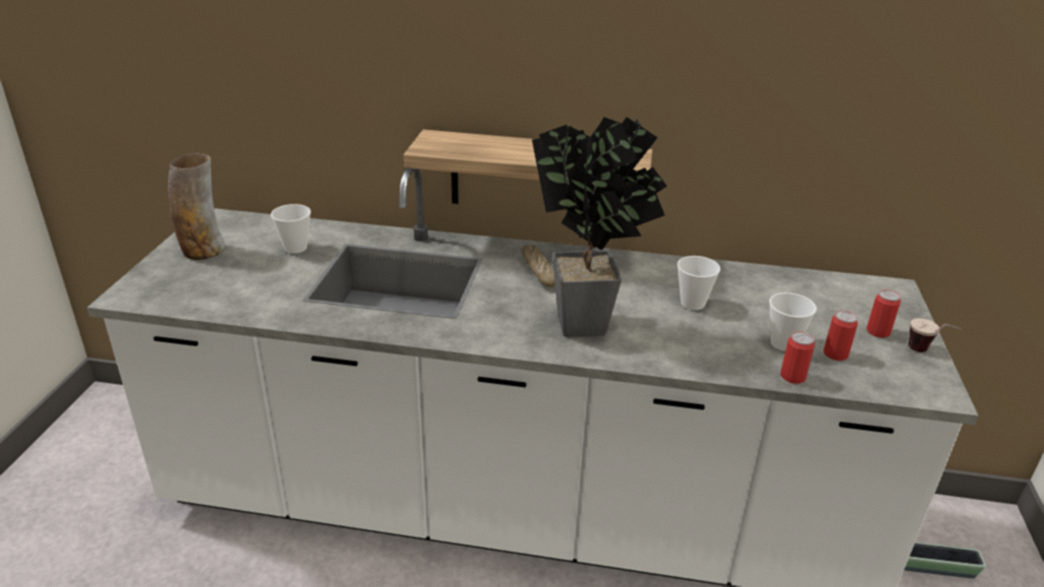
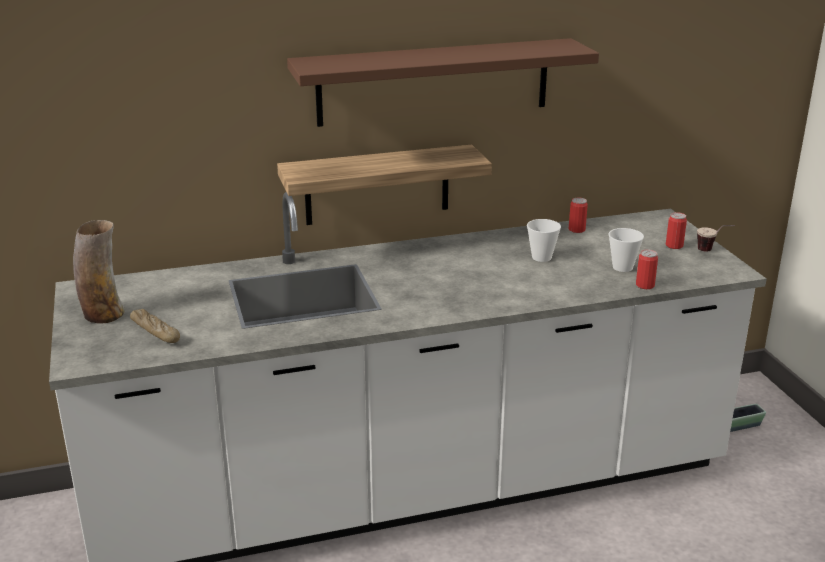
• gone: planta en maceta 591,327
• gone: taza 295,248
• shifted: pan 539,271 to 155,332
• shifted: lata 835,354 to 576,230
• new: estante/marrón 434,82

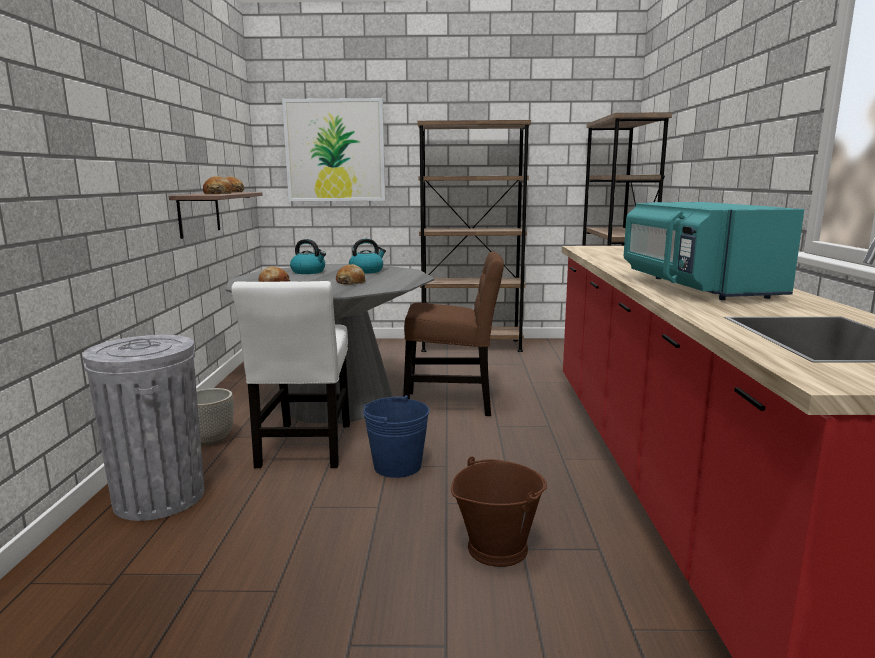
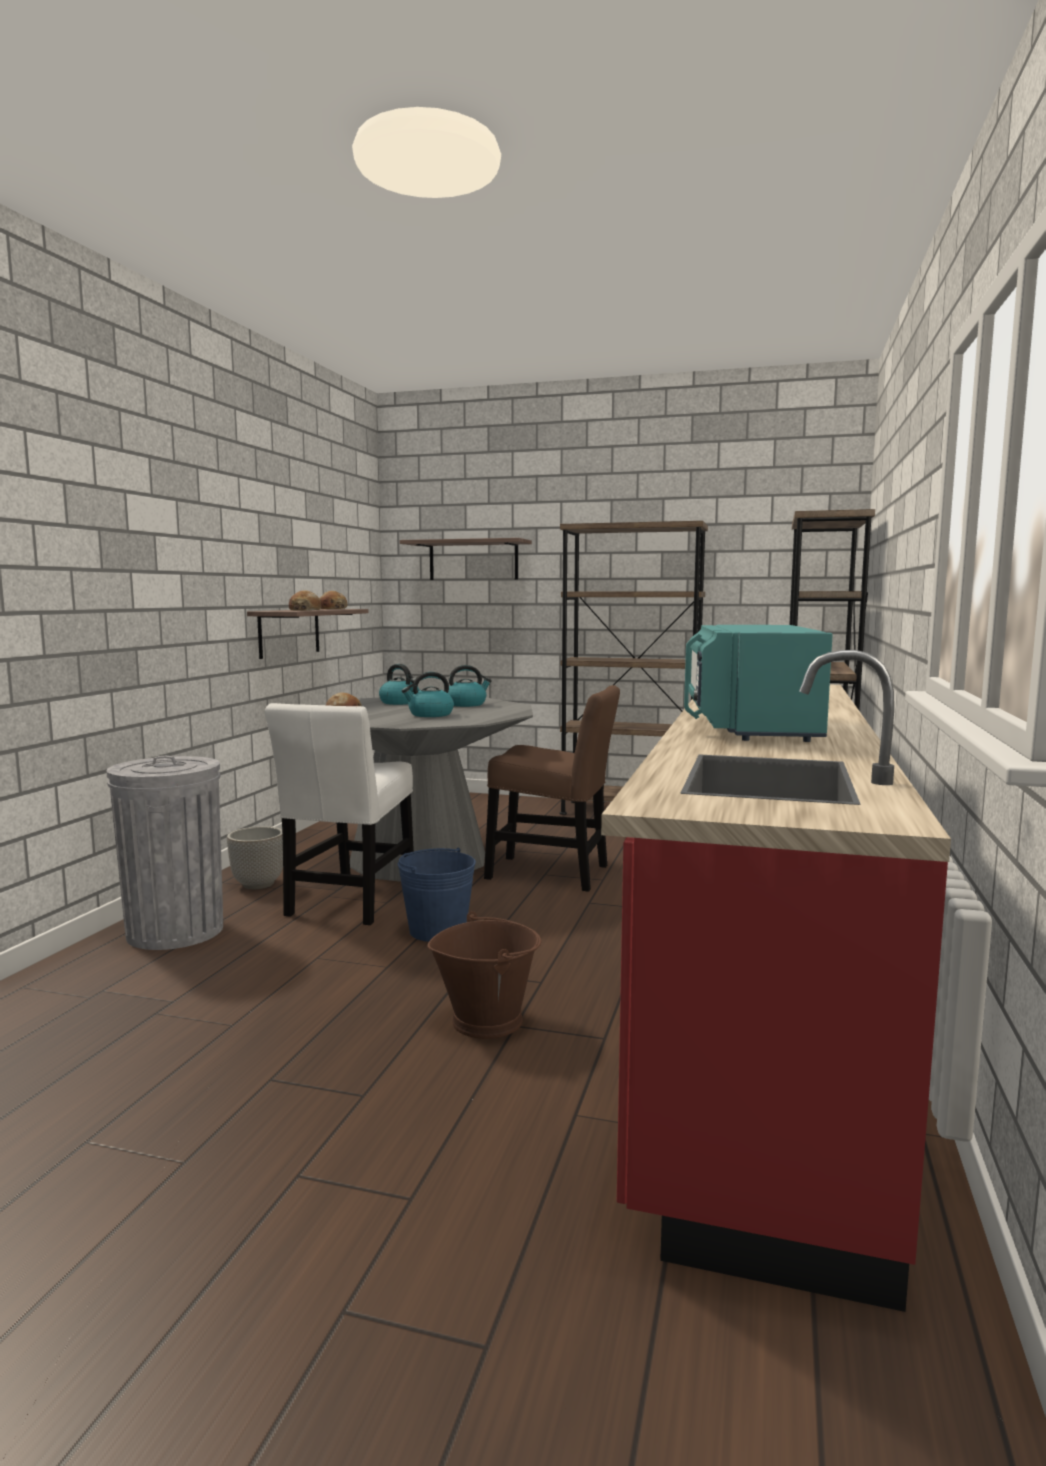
• swapped: cuadro 335,150 to estante 473,560
• swapped: pan 351,282 to hervidor 430,714

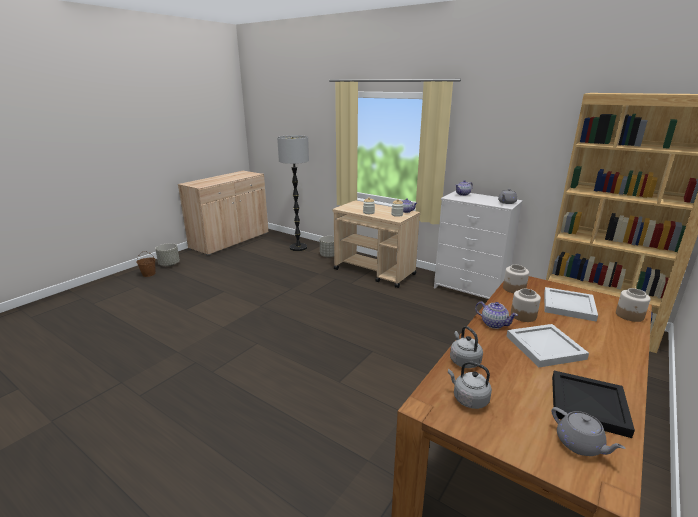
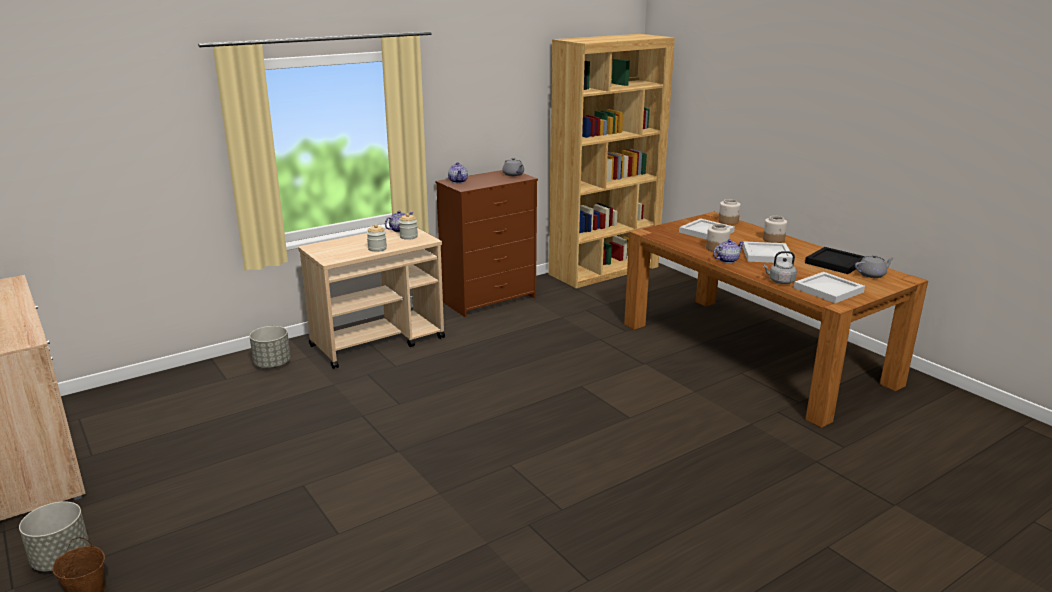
• gone: lámpara de pie 298,248
• repainted: cómoda/blanco 470,290 to cómoda/marrón 489,299
• shifted: tarro 514,289 to 773,239
• swapped: hervidor/gris 468,399 to bandeja/blanco 828,290

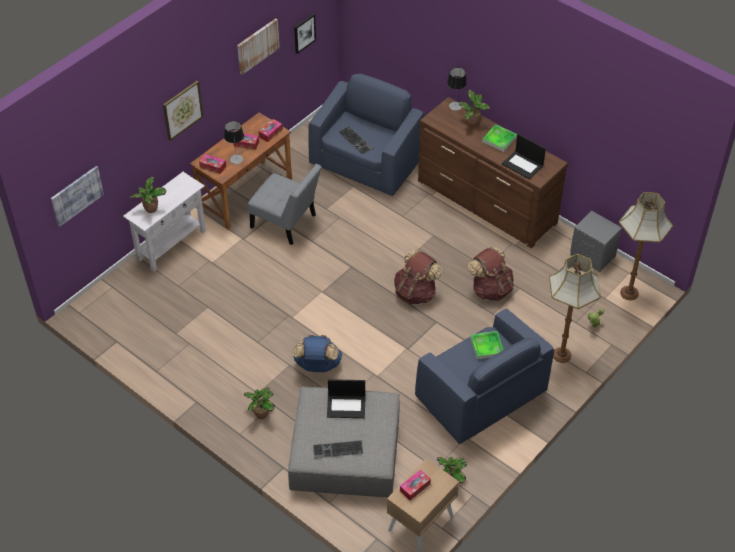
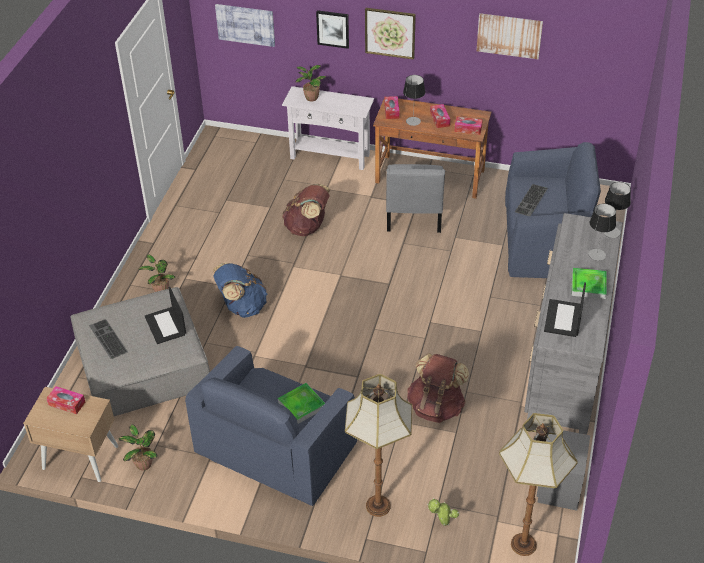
• shifted: cuadro 304,33 to 333,28
• swapped: planta en maceta 472,123 to lámpara de mesa 597,254
• repainted: cómoda/marrón 486,202 to cómoda/gris 567,358
• shifted: mochila/marrón 416,292 to 307,227

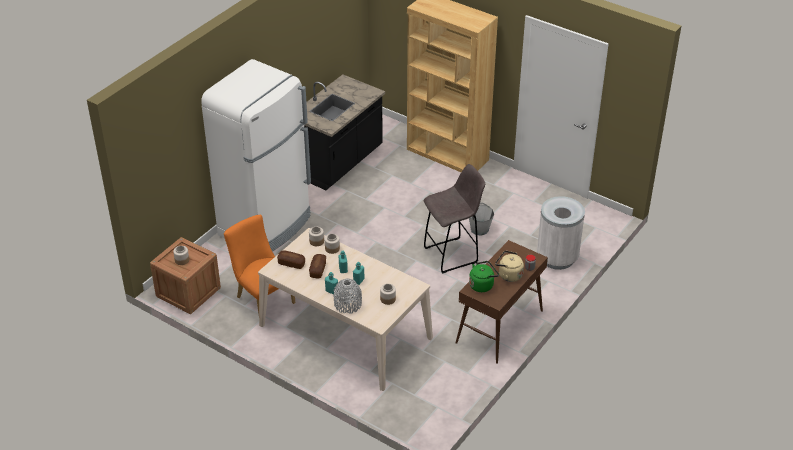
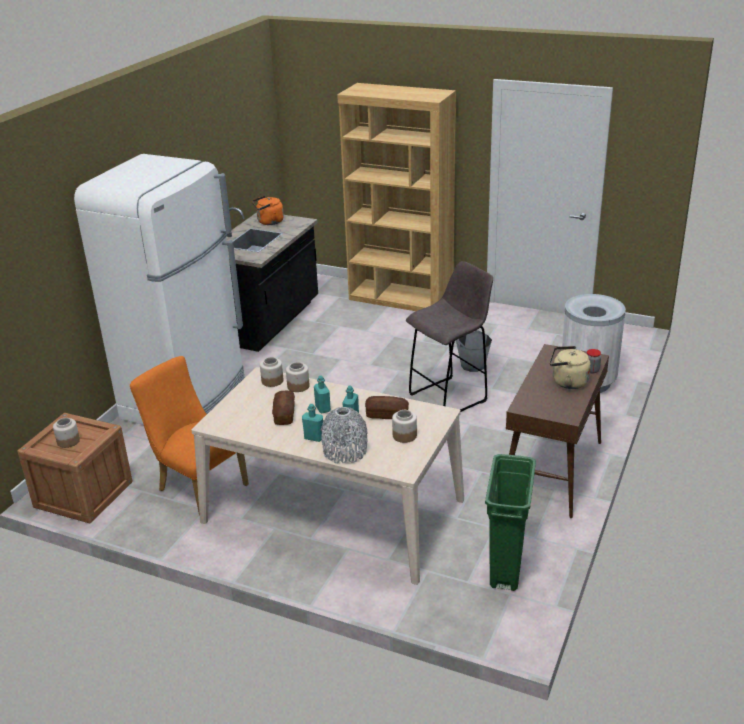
• shifted: pan 291,263 to 387,415
• gone: hervidor/verde 482,285
• new: hervidor/naranja 269,222
• new: papelera/verde 506,568

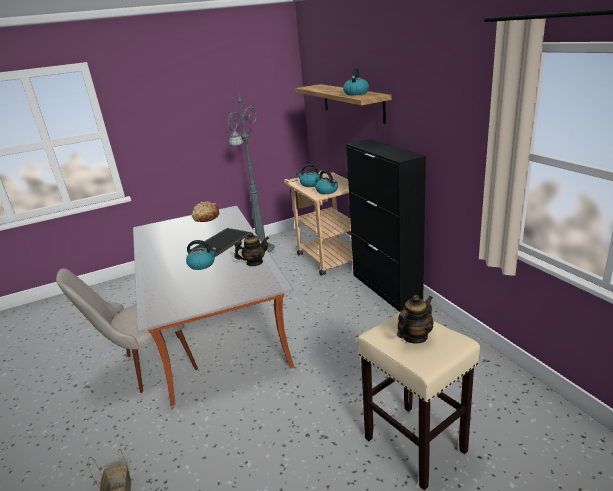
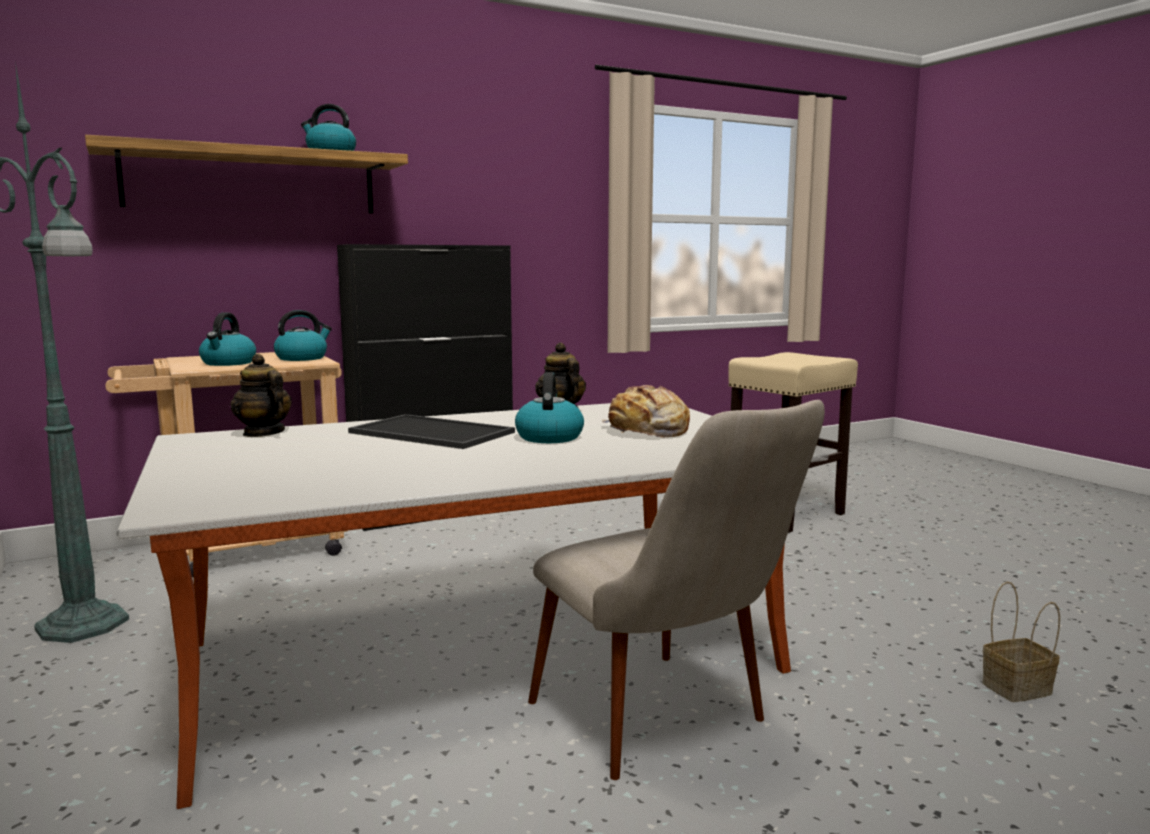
• shifted: pan 206,217 to 647,431
• shifted: tetera 414,336 to 263,433

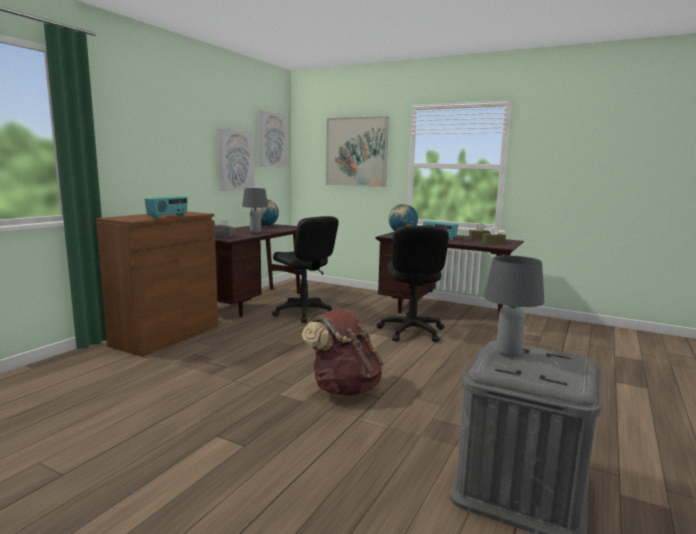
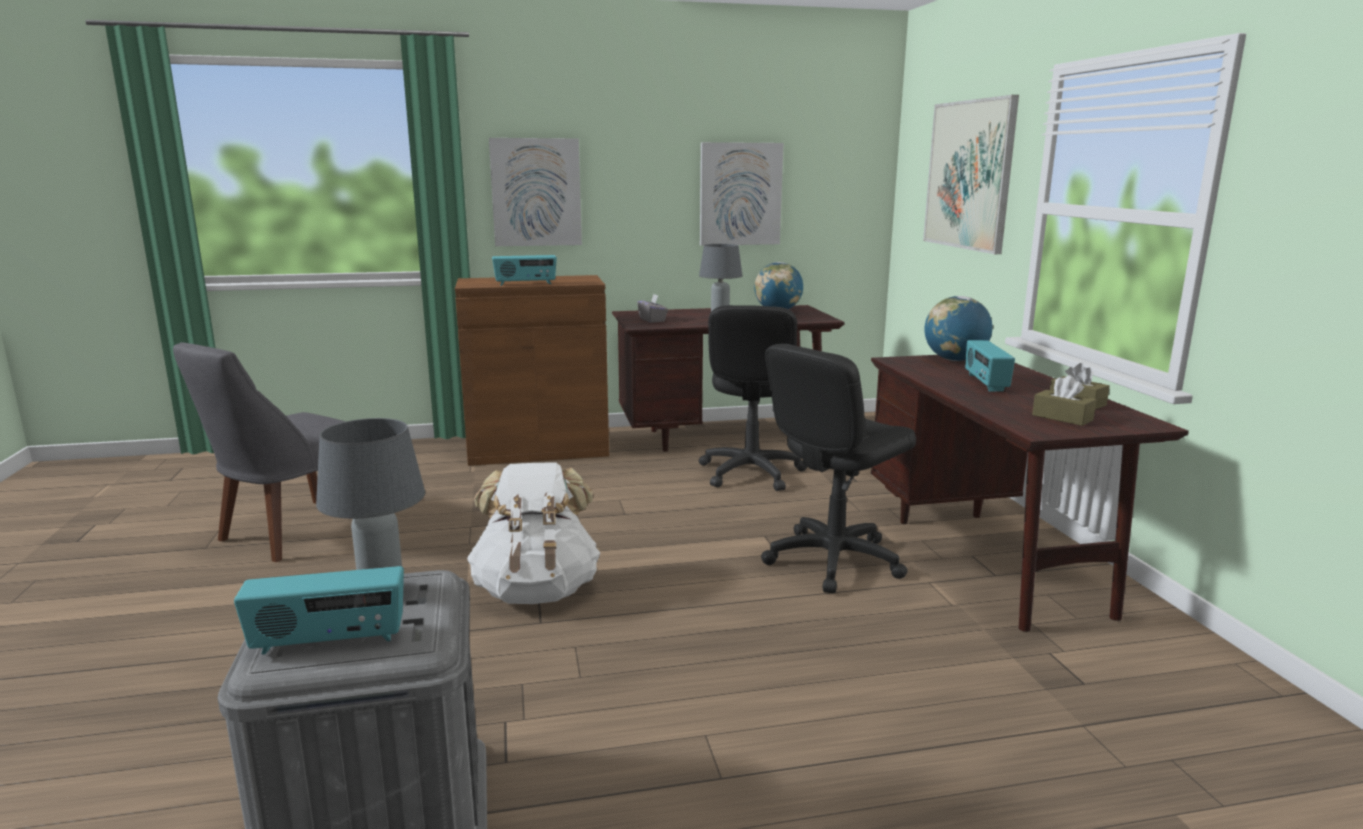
• shifted: cuadro 272,140 to 536,192
• repainted: mochila/marrón 344,388 to mochila/blanco 537,590
• new: silla/gris 292,532
• new: radio 329,641

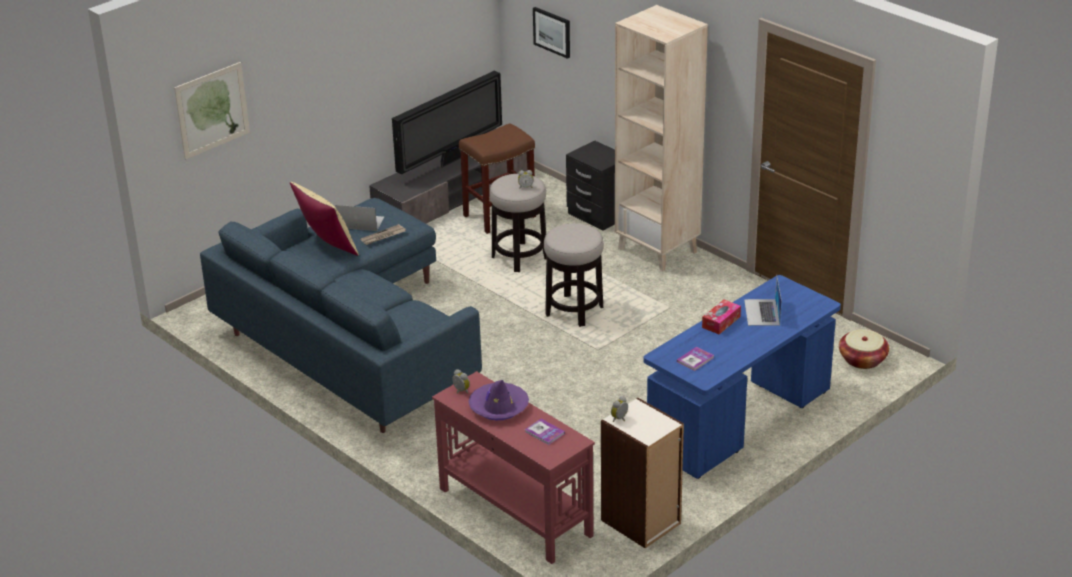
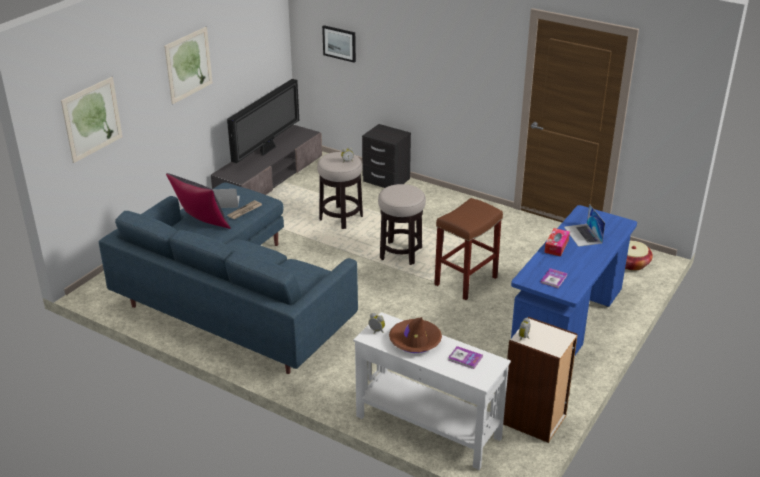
• gone: estantería/beis 658,250
• shifted: taburete/marrón 499,217 to 465,281
• repainted: cojín/beis 327,246 to cojín/negro 201,224
• repainted: mesa consola/rojo 515,511 to mesa consola/blanco 427,426
• repainted: sombrero/morado 498,407 to sombrero/marrón 415,341
• new: cuadro 188,65

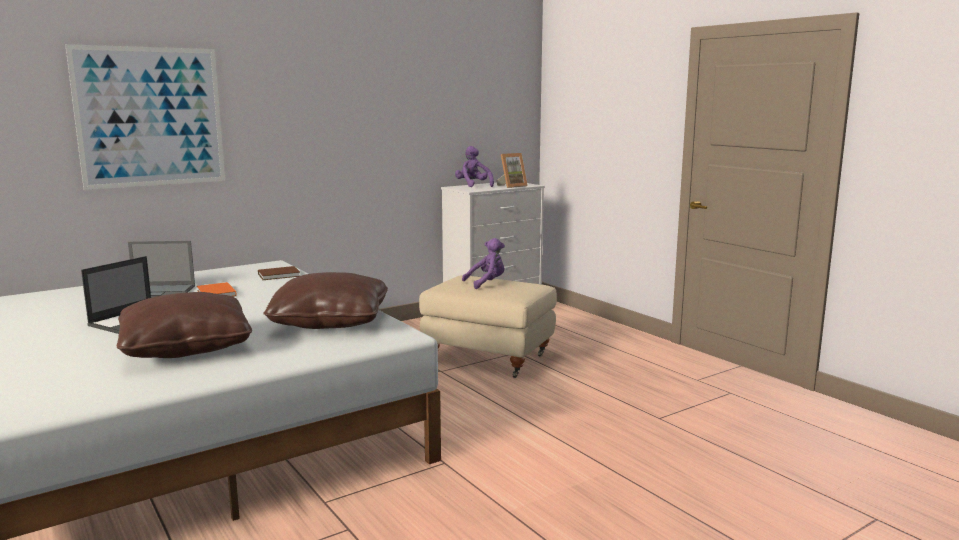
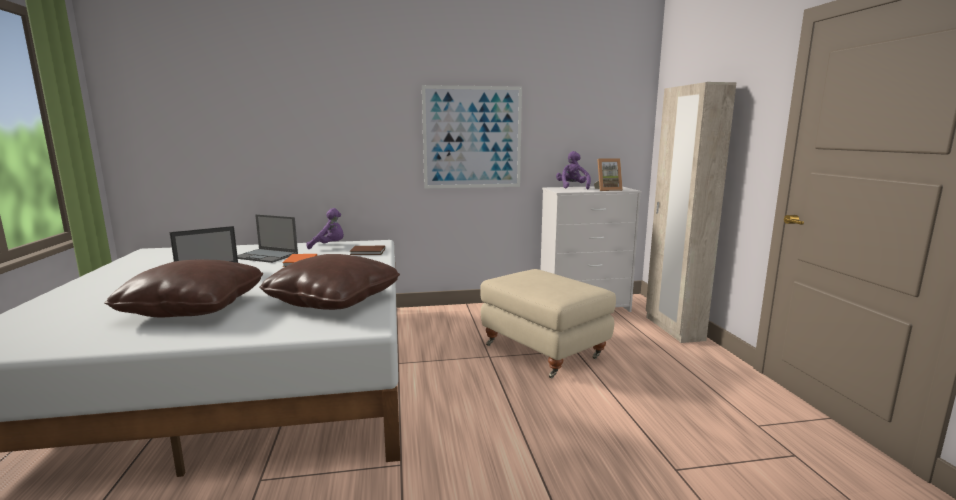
• shifted: cuadro 150,117 to 472,137
• shifted: peluche/morado 487,283 to 329,246
• new: armario ropero/beis 673,328

